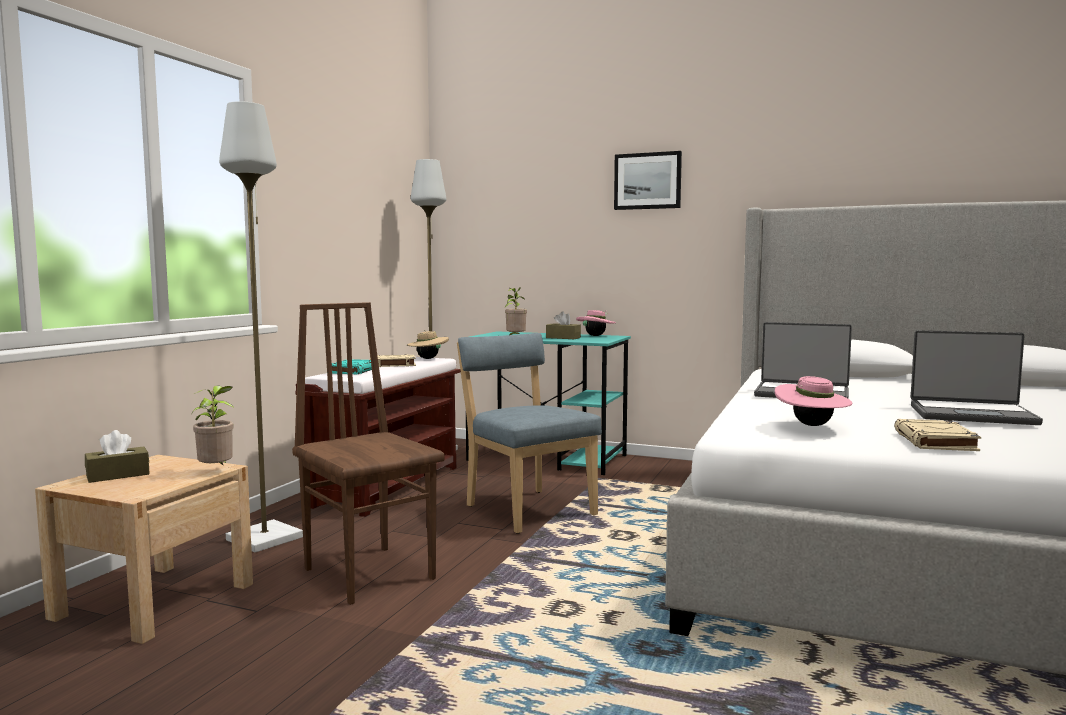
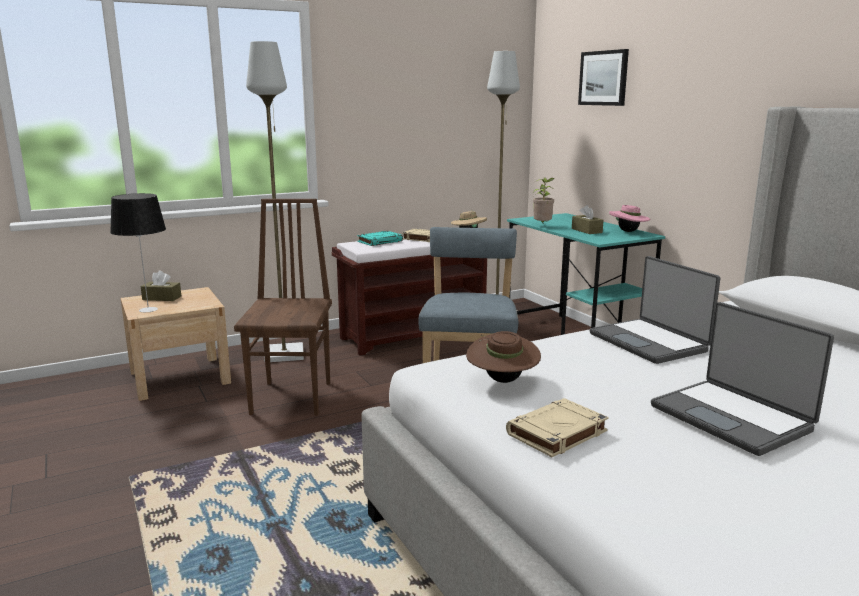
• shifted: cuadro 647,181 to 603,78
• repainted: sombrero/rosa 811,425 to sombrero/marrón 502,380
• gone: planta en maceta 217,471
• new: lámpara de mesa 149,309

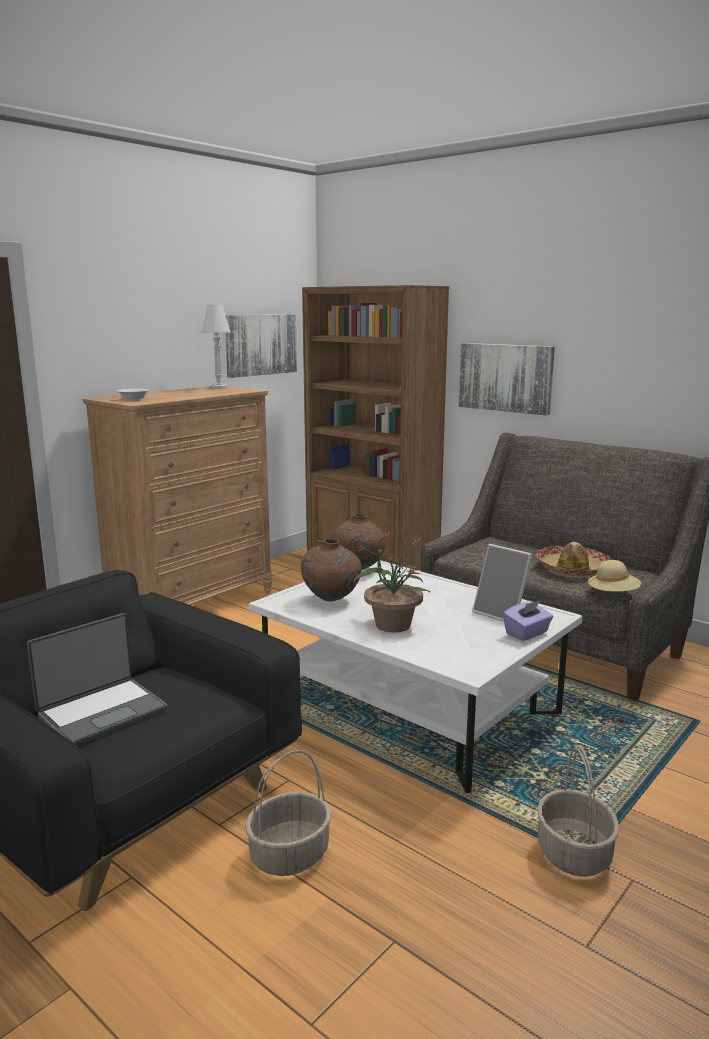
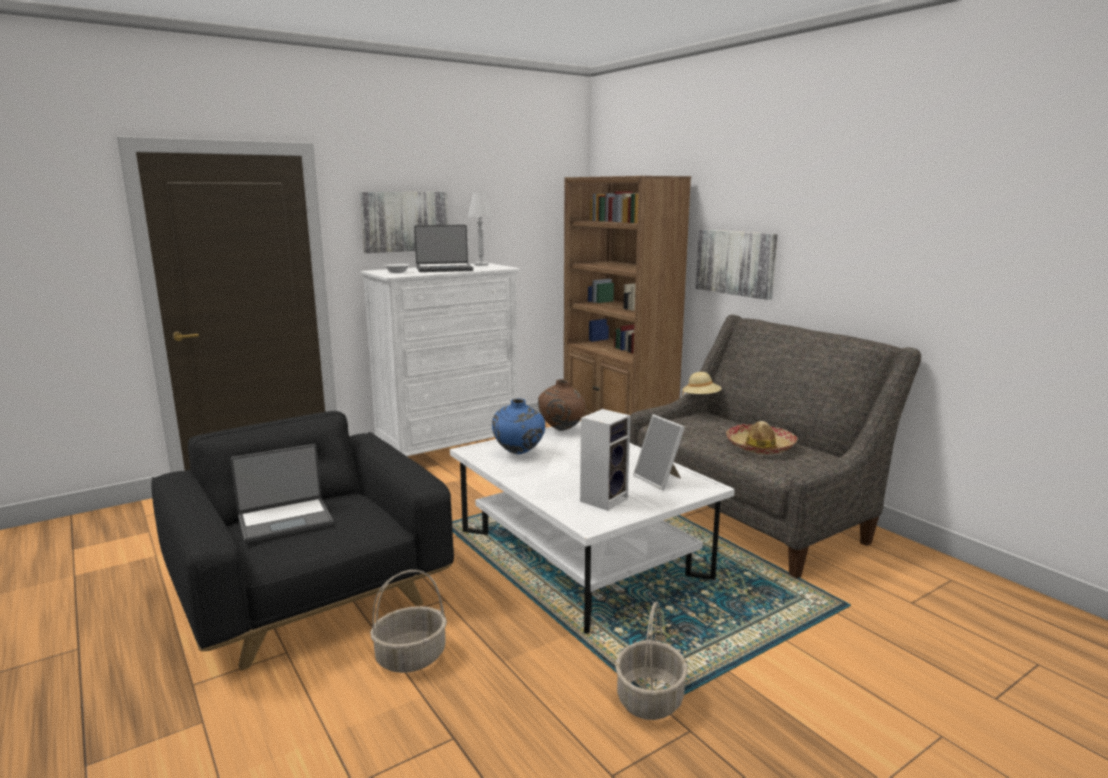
• shifted: cuadro 260,344 to 405,221
• repainted: cómoda/marrón 193,604 to cómoda/blanco 449,450
• gone: planta en maceta 392,624
• repainted: florero/marrón 331,600 to florero/azul 519,453
• shifted: sombrero/beis 613,594 to 701,398
• gone: caja de pañuelos/morado 527,633
• new: portátil 444,269
• new: altavoz 604,499

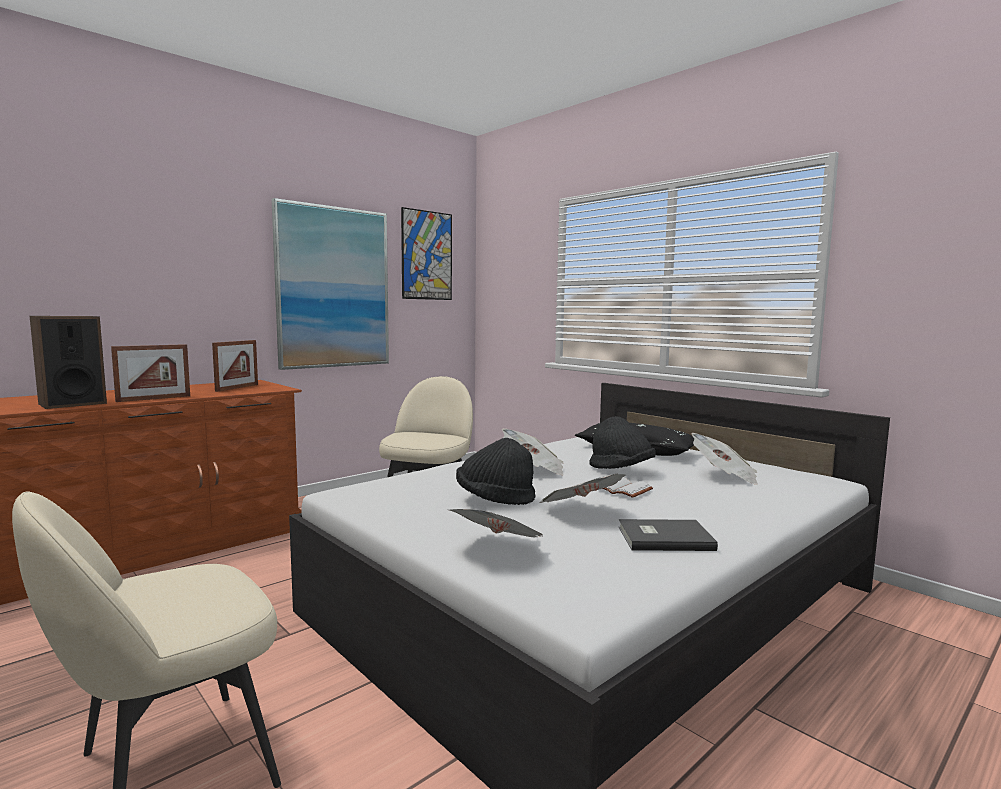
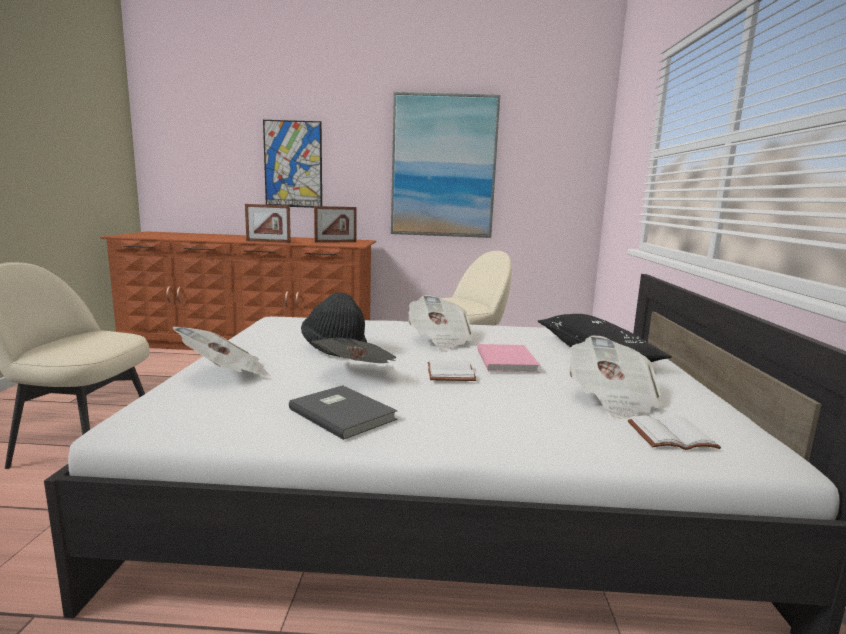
• shifted: cuadro 427,255 to 293,164
• gone: altavoz 72,403
• swapped: sombrero/negro 621,470 to libro/rosa 508,360
• new: libro/blanco 671,435

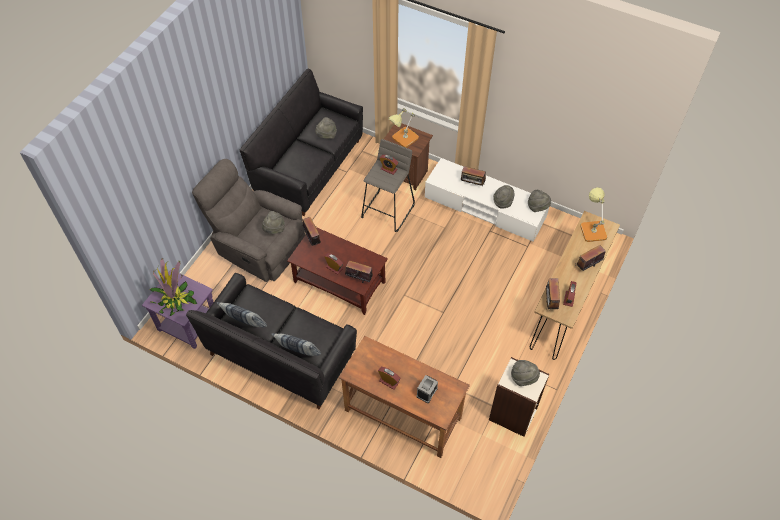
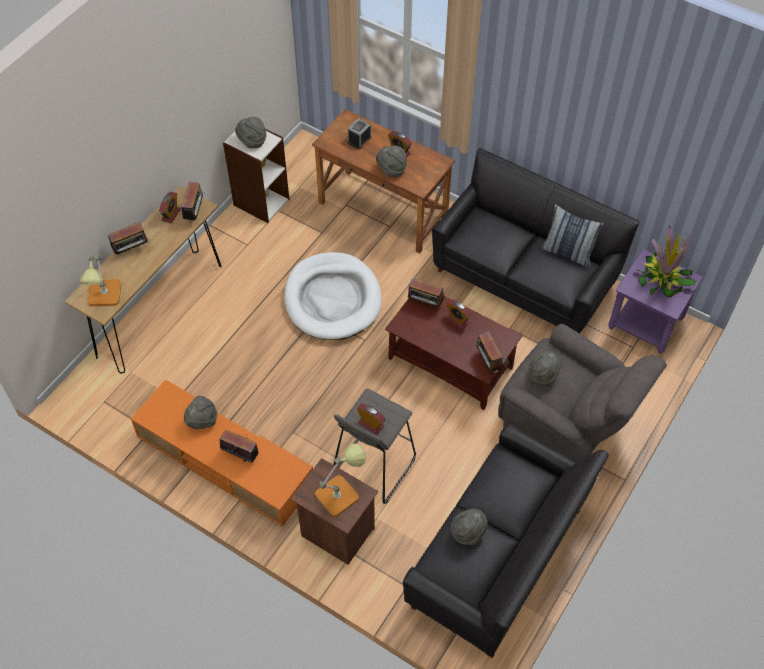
• repainted: mueble de televisión/blanco 485,207 to mueble de televisión/naranja 225,461
• shifted: sombrero/gris 537,207 to 391,170
• gone: cojín 299,353
• new: cama para perro/blanco 332,299

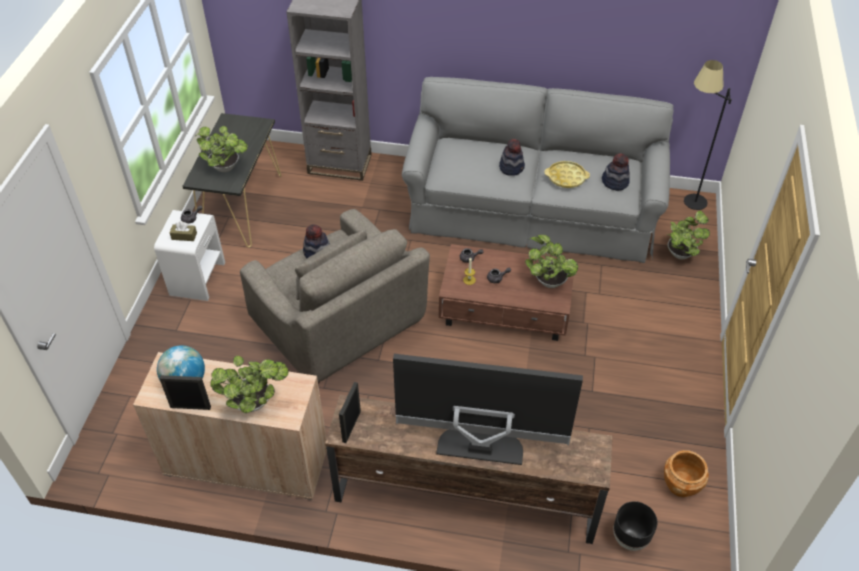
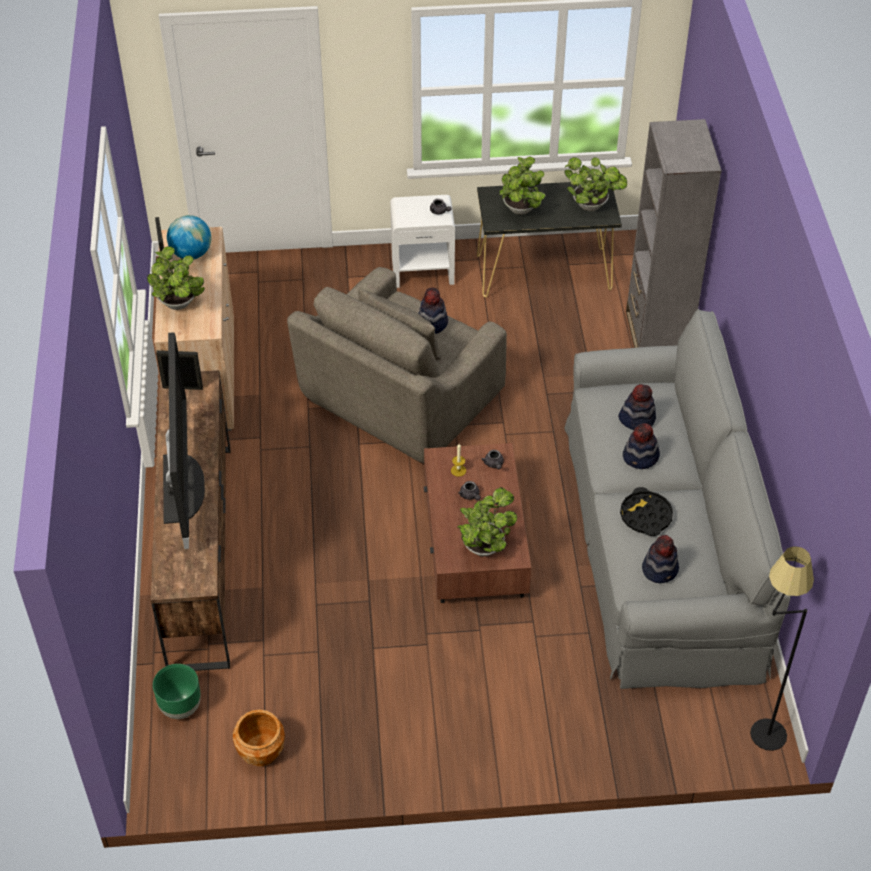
• repainted: bandeja/amarillo 566,177 to bandeja/negro 645,516
• shifted: planta en maceta 681,252 to 592,206
• gone: caja de pañuelos/marrón 184,236
• repainted: maceta/negro 630,538 to maceta/verde 180,707
• new: sombrero 637,419

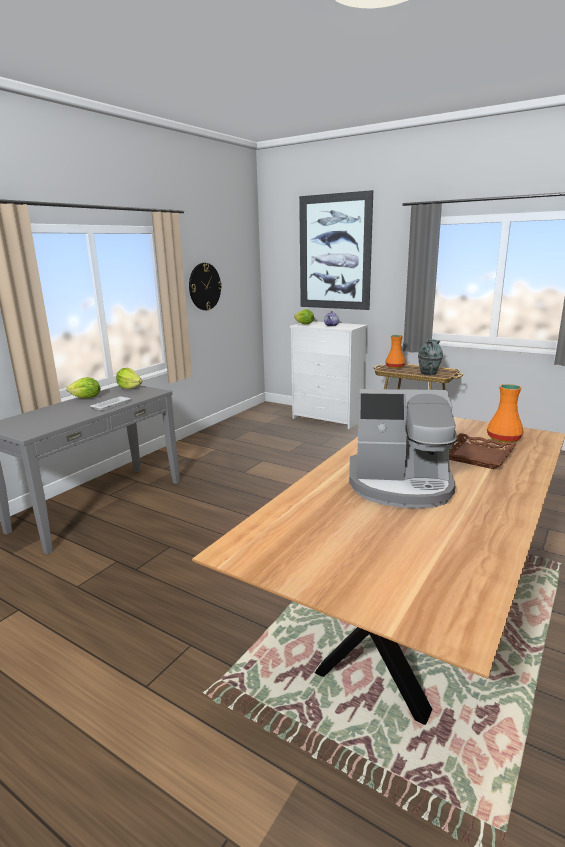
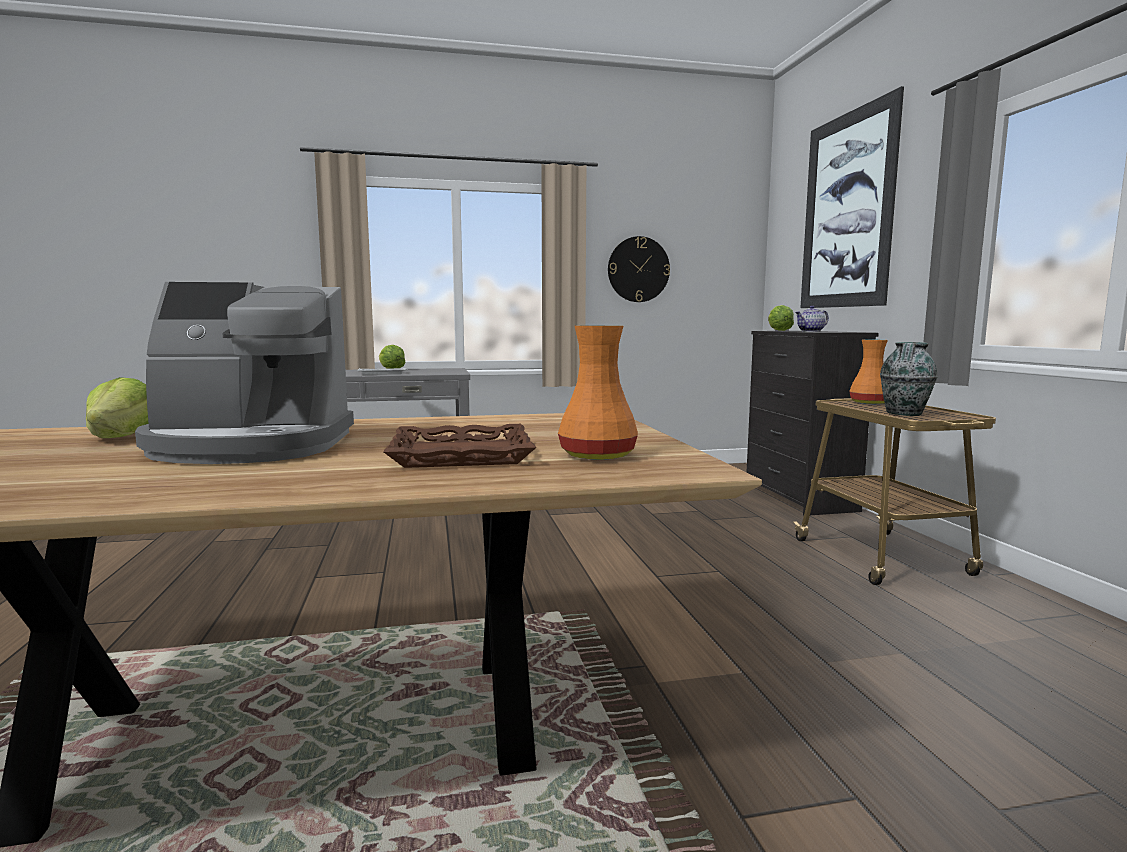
• repainted: cómoda/blanco 328,419 to cómoda/negro 799,498
• shifted: lechuga 130,388 to 123,437
• rotated: cafetera 401,485 = 251,446 60 degrees counterclockwise

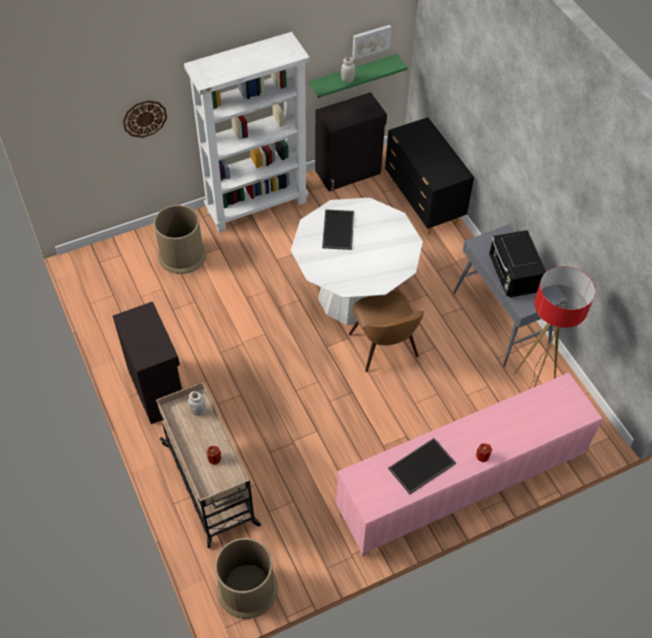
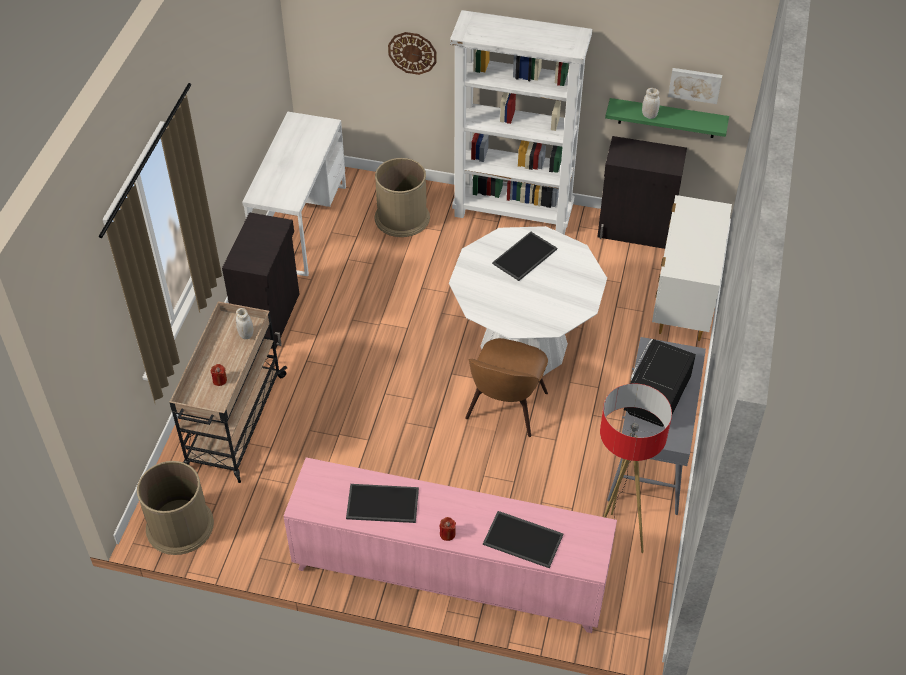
• repainted: cómoda/negro 423,204 to cómoda/blanco 683,302
• new: escritorio/blanco 301,225
• new: bandeja 524,539

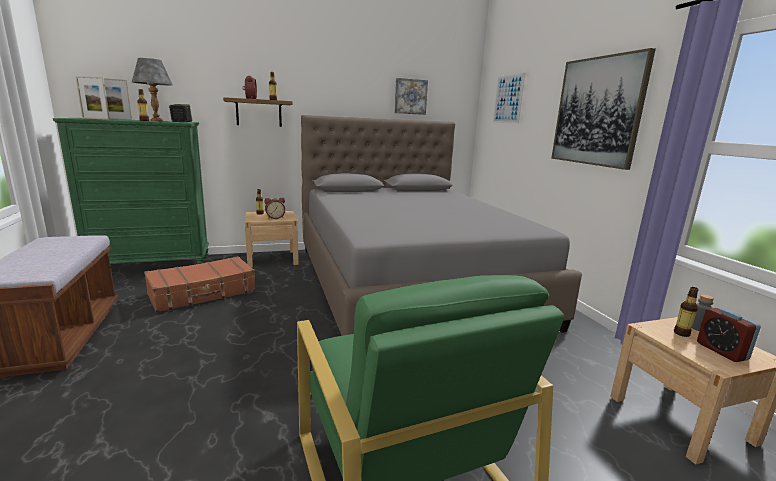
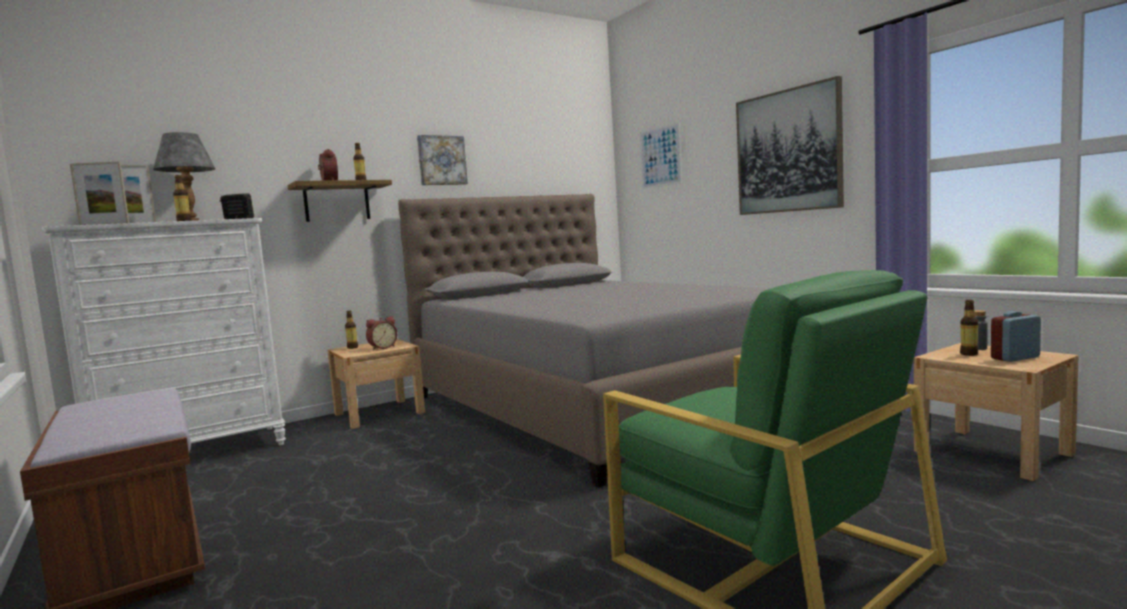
• shifted: cuadro 410,96 to 441,160
• repainted: cómoda/verde 152,266 to cómoda/blanco 192,453
• gone: maleta/marrón 203,293
• rotated: despertador 721,351 = 1015,358 105 degrees clockwise

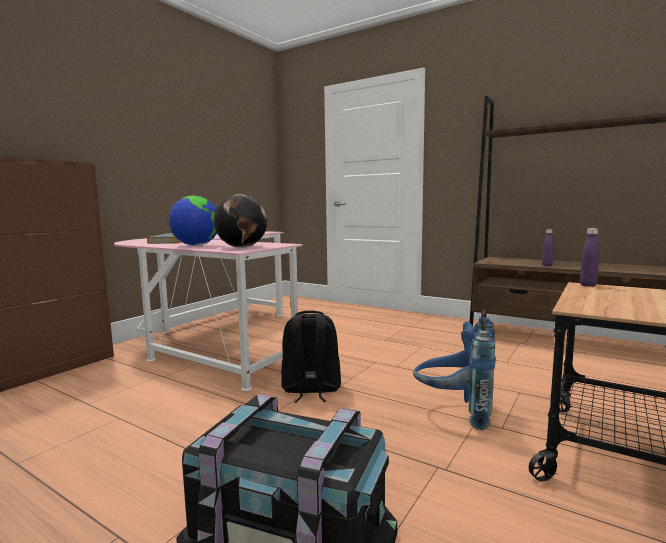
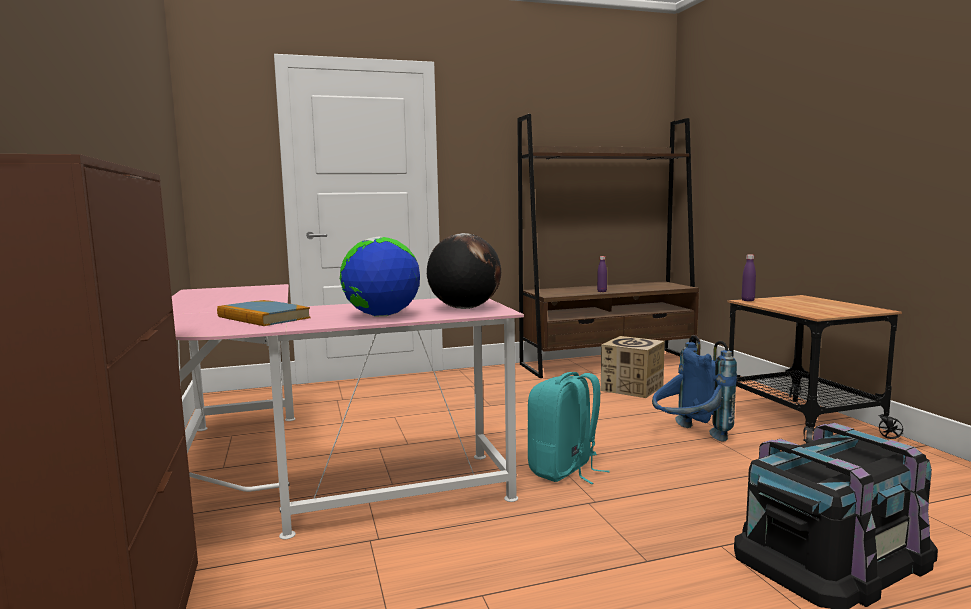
• repainted: mochila/negro 310,390 to mochila/turquesa 564,471
• new: caja de cartón 632,388

